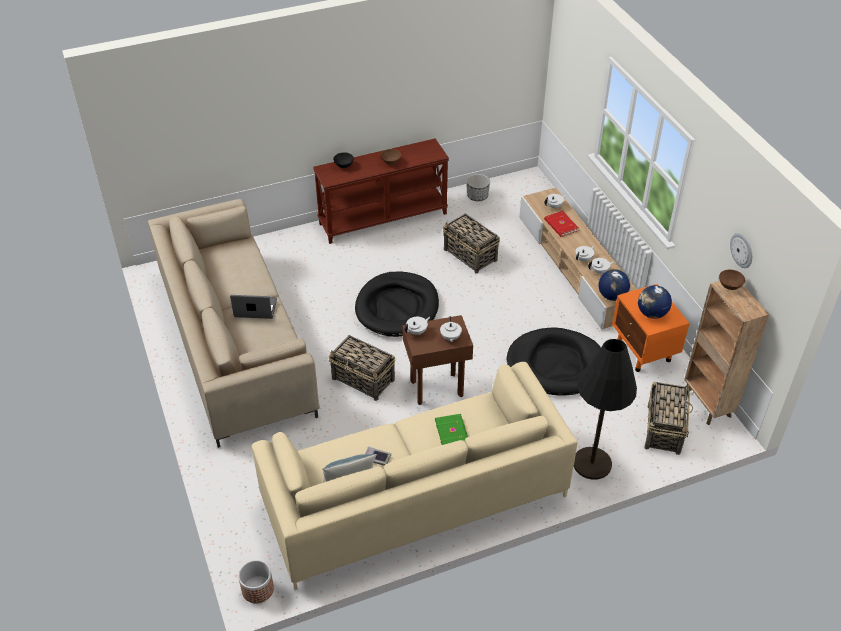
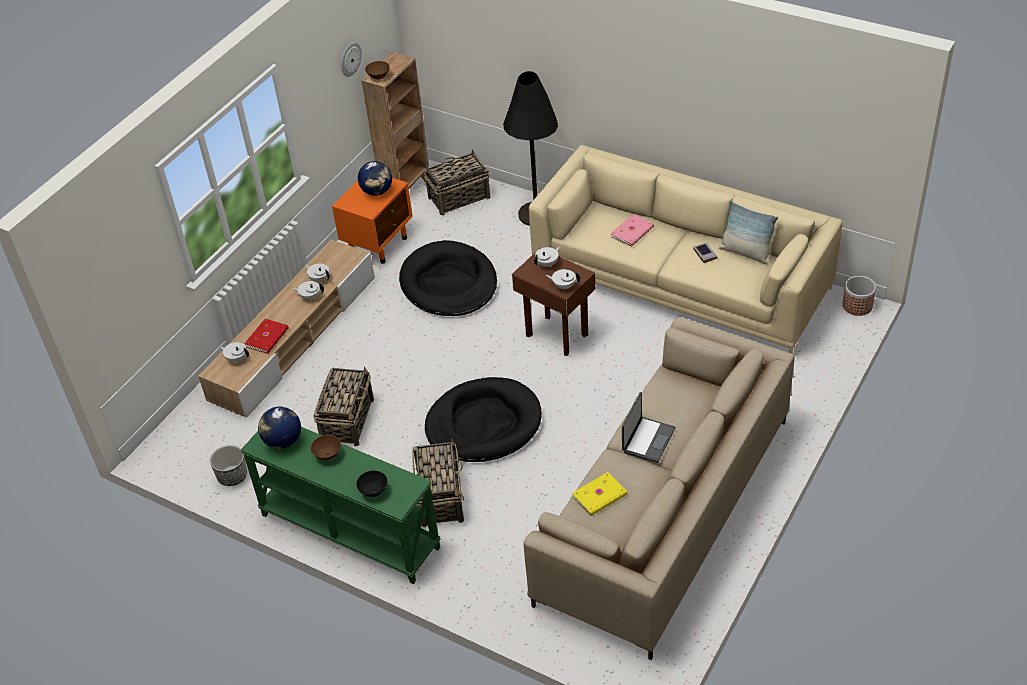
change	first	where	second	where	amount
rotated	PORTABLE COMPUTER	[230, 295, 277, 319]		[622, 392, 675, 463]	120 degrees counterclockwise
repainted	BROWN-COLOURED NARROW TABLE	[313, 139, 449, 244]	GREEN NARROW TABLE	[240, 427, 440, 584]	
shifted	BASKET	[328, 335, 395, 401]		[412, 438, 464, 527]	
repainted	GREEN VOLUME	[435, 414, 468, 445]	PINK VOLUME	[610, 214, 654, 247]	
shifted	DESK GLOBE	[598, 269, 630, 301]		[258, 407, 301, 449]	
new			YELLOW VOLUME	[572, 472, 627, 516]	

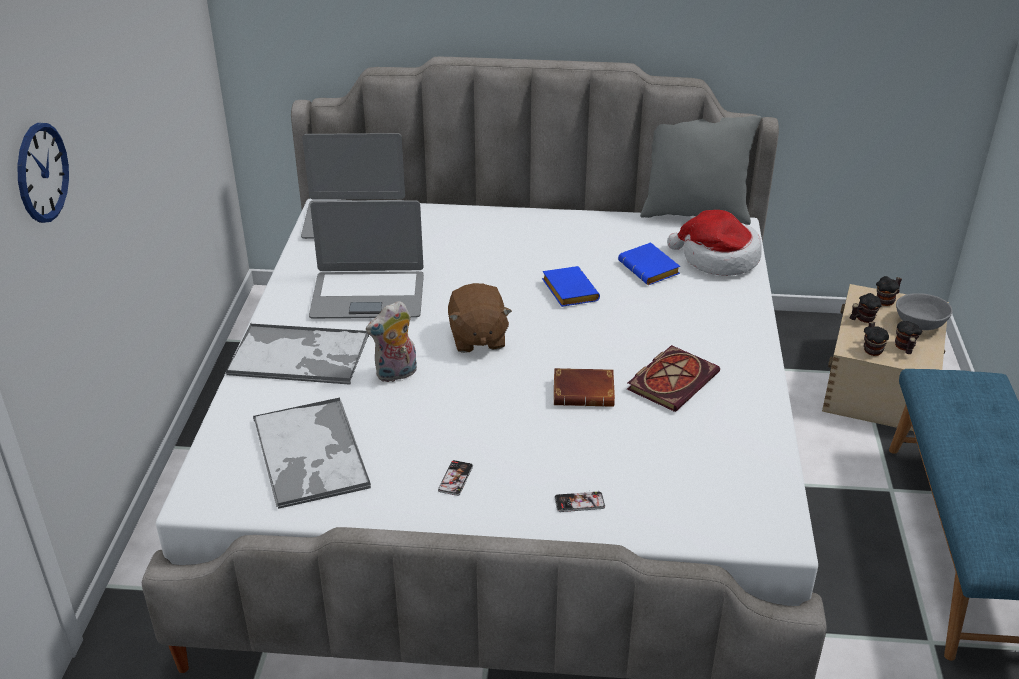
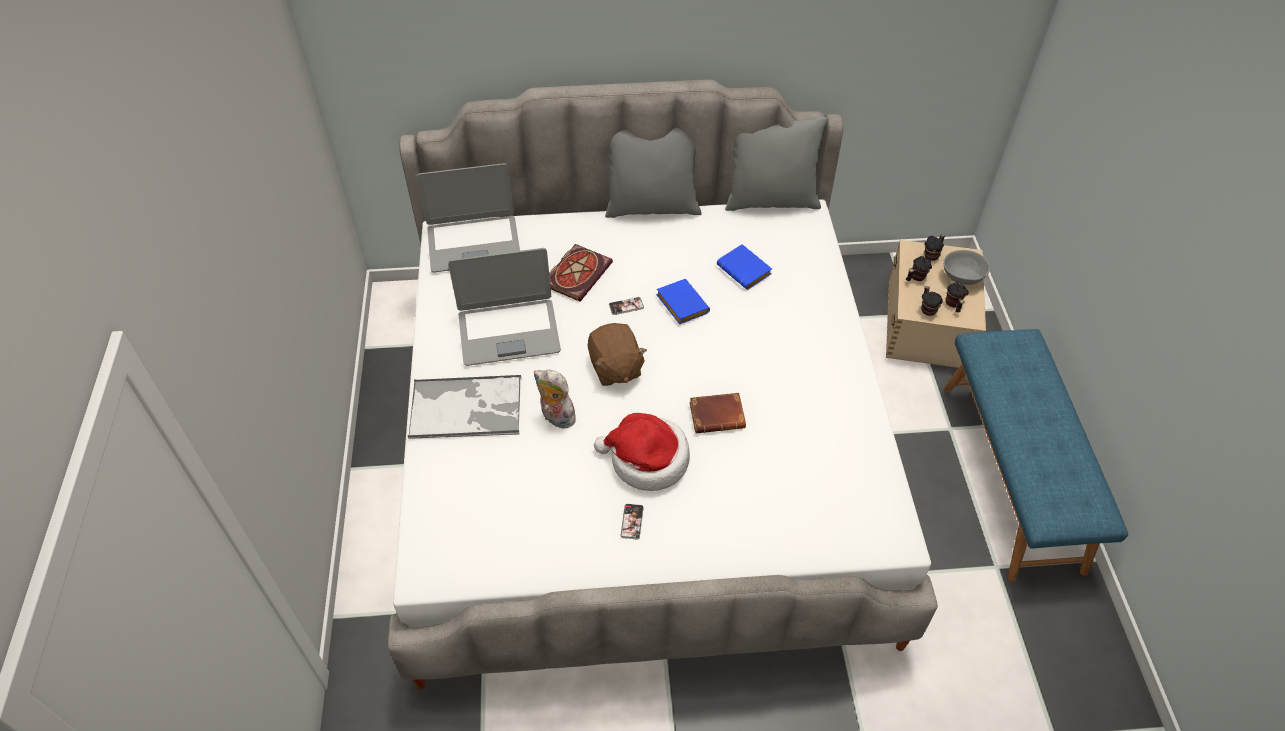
change	first	where	second	where	amount
gone	CLOCK ON THE WALL	[17, 123, 69, 223]			
gone	SERVING TRAY	[253, 397, 371, 509]			
rotated	SOFT TOY	[366, 301, 417, 382]		[534, 370, 576, 428]	75 degrees clockwise
shifted	HANDSET	[554, 491, 605, 512]		[609, 297, 644, 315]	
shifted	VOLUME	[627, 345, 720, 412]		[549, 244, 613, 302]	
shifted	CLOTHING HAT	[667, 210, 762, 276]		[594, 413, 690, 491]	
new			GRAY PILLOW	[605, 128, 702, 218]	

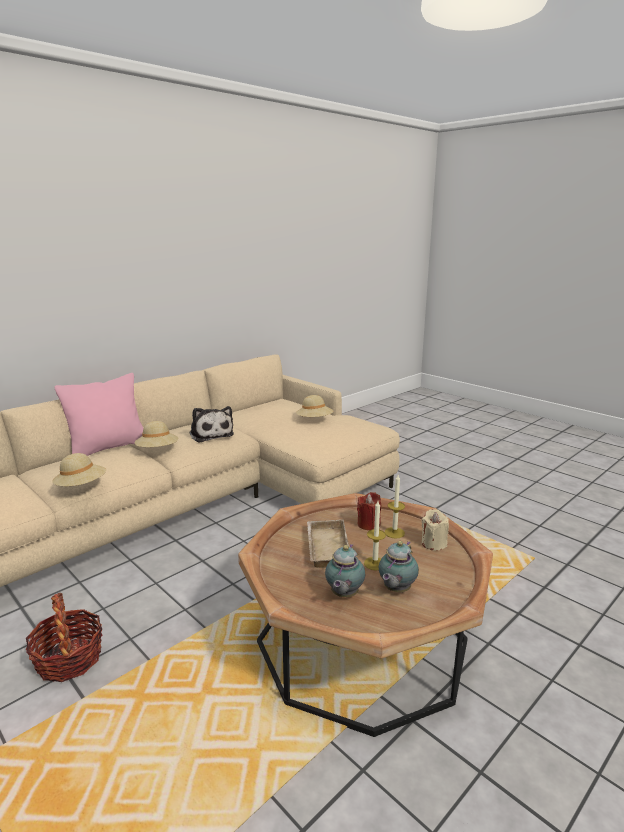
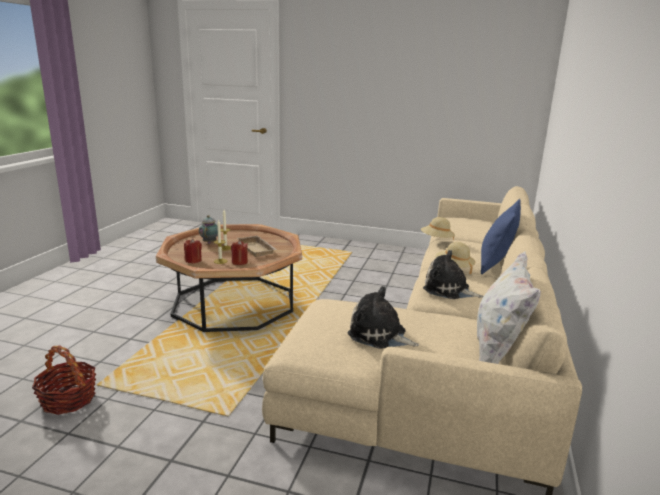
change	first	where	second	where	amount
shifted	BASKET	[26, 593, 102, 682]		[32, 346, 96, 415]	
repainted	PINK PILLOW	[54, 373, 143, 456]	BLUE-COLOURED PILLOW	[481, 199, 521, 275]	
swapped	BEIGE-COLOURED CLOTHING HAT	[296, 395, 334, 417]	SOFT TOY	[347, 286, 419, 349]	
gone	POT FOR TEA	[325, 544, 366, 597]			
repainted	BEIGE-COLOURED CANDLE	[422, 509, 449, 551]	REDDISH CANDLE	[184, 239, 202, 263]	
new			WHITISH PILLOW	[477, 251, 541, 364]	

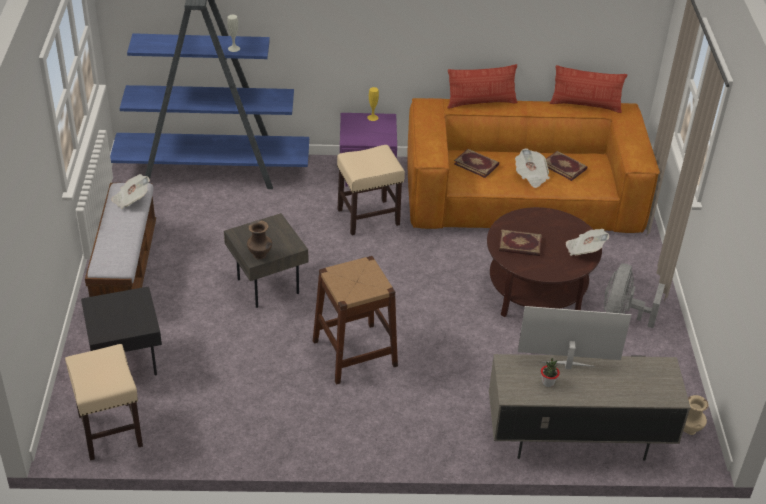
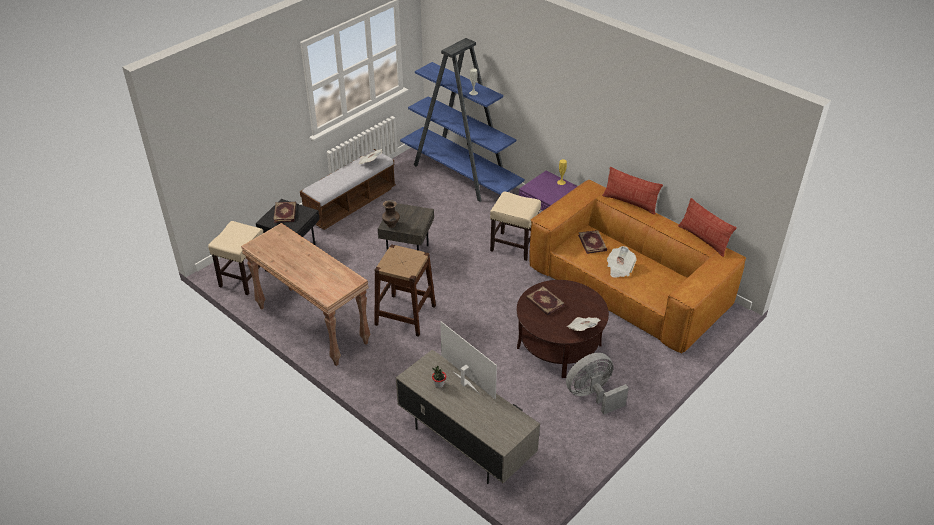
change	first	where	second	where	amount
shifted	VOLUME	[546, 151, 587, 181]		[273, 202, 296, 223]	
gone	BEIGE-COLOURED DECORATIVE VASE	[683, 395, 708, 435]			
new			BROWN-COLOURED NARROW TABLE	[241, 223, 371, 366]	

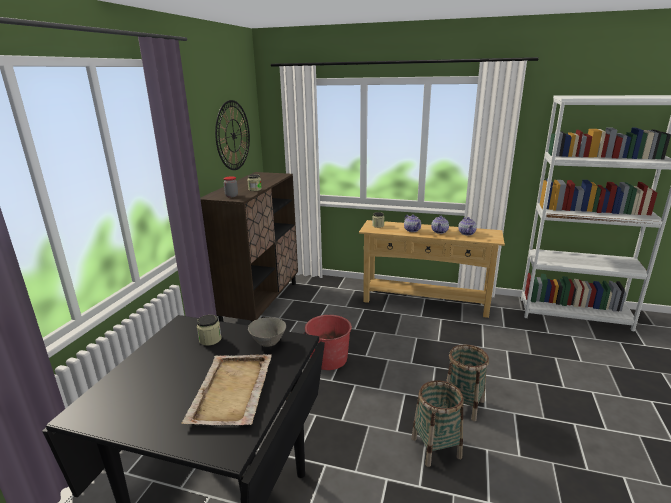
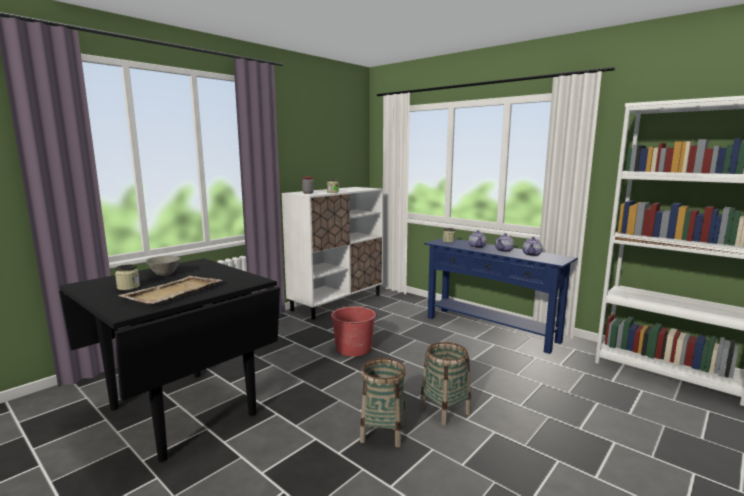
change	first	where	second	where	amount
shifted	PRESERVE JAR	[197, 315, 222, 346]		[115, 264, 140, 290]	
repainted	BROWN-COLOURED STORAGE CABINET	[200, 172, 298, 322]	WHITISH STORAGE CABINET	[282, 187, 383, 319]	
gone	CLOCK ON THE WALL	[215, 100, 250, 170]			
shifted	GRAY SERVING BOWL	[248, 317, 286, 347]		[146, 256, 180, 276]	
repainted	BEIGE-COLOURED NARROW TABLE	[359, 220, 505, 318]	BLUE-COLOURED NARROW TABLE	[424, 238, 578, 354]	

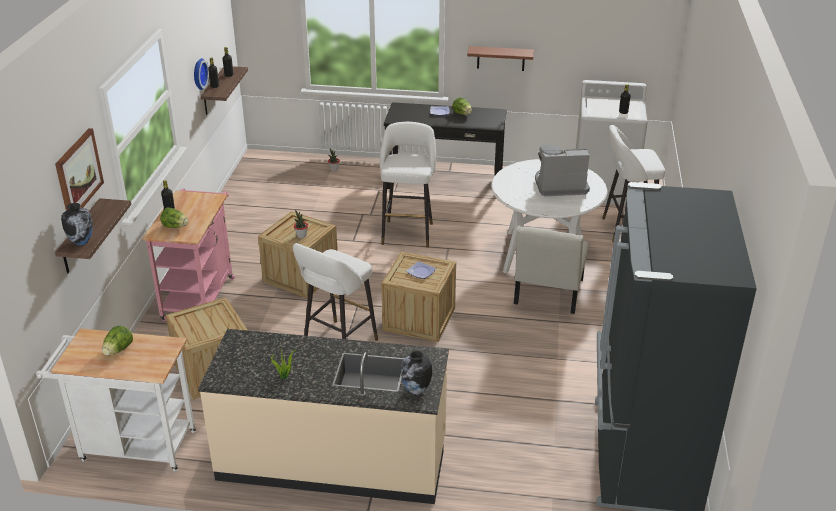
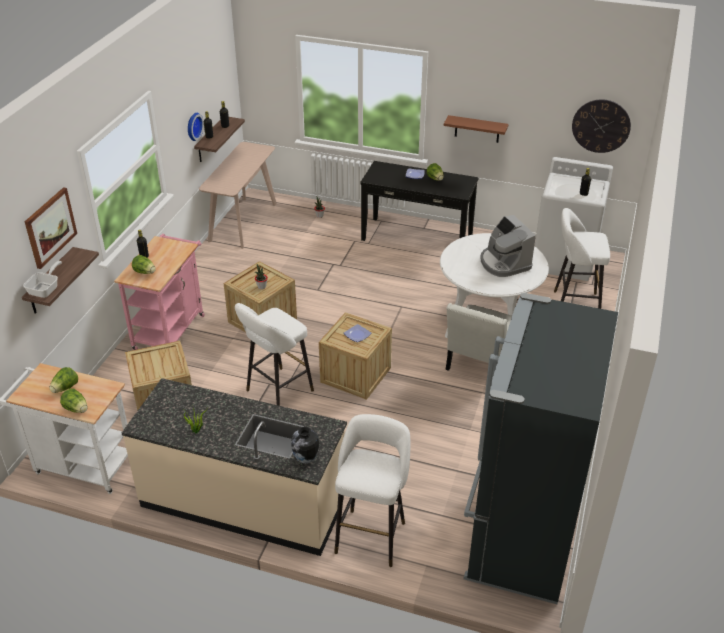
change	first	where	second	where	amount
swapped	DECORATIVE VASE	[61, 203, 93, 245]	SKILLET	[23, 261, 62, 298]	
shifted	WHITISH STOOL SEAT	[380, 122, 436, 248]		[334, 414, 411, 567]	
rotated	COFFEE MAKER	[535, 145, 590, 196]		[481, 215, 536, 277]	120 degrees counterclockwise
new			HEAD OF LETTUCE	[60, 388, 87, 413]	
new			BEIGE-COLOURED NARROW TABLE	[199, 142, 277, 249]	
new			CLOCK ON THE WALL	[572, 99, 631, 153]	

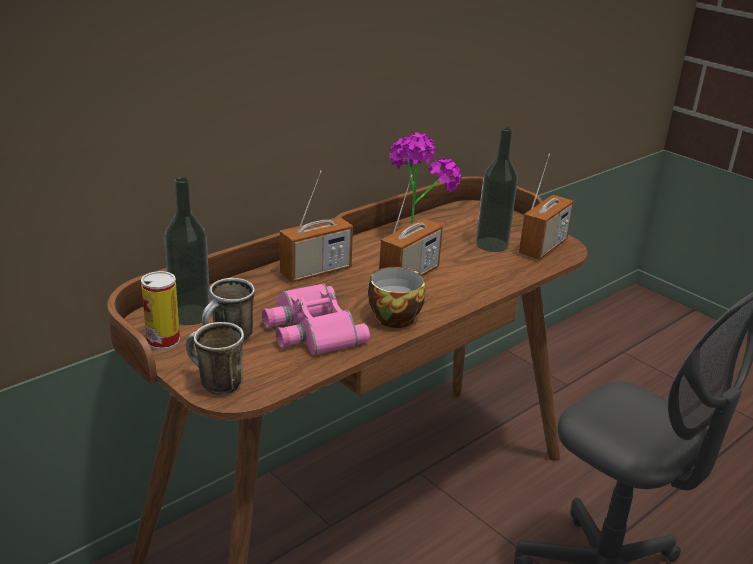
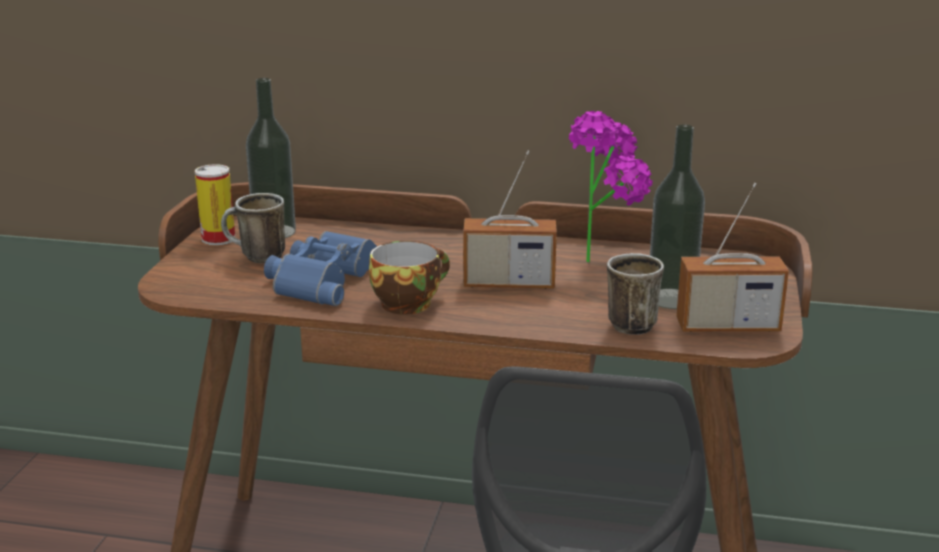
change	first	where	second	where	amount
shifted	COFFEE MUG	[186, 322, 244, 395]		[607, 253, 664, 335]	
repainted	PINK FIELD GLASSES	[262, 283, 370, 356]	BLUE-COLOURED FIELD GLASSES	[264, 231, 377, 306]	
gone	RADIO SET	[280, 170, 353, 283]			

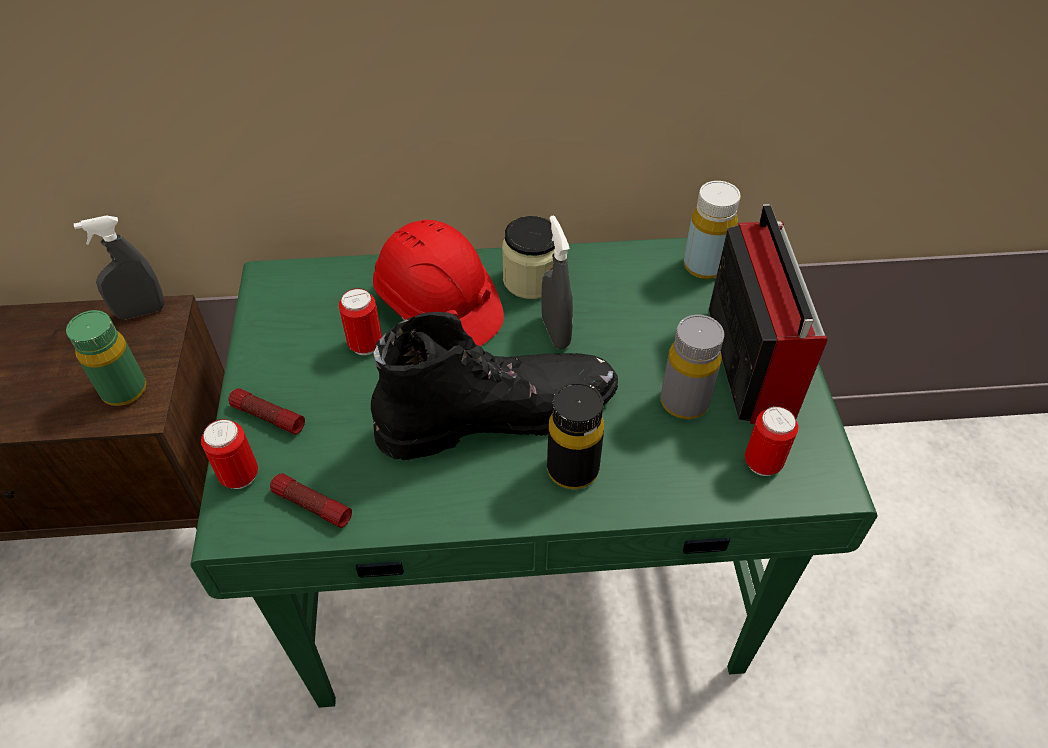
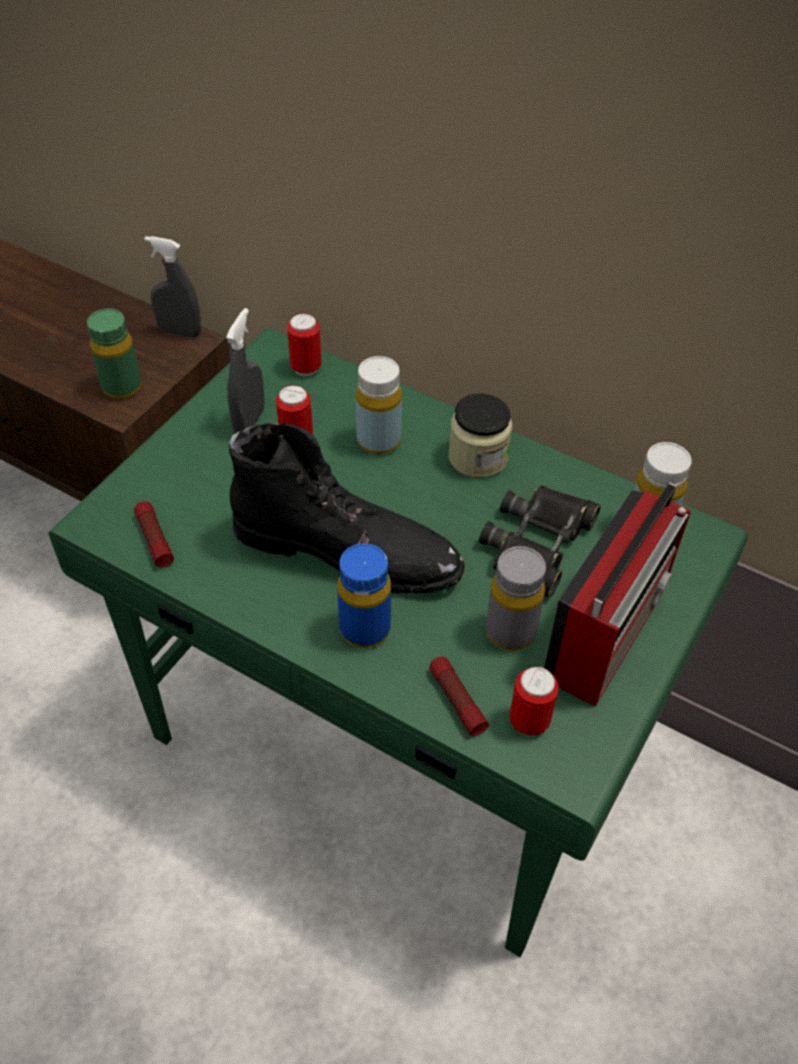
change	first	where	second	where	amount
shifted	METAL CAN	[201, 419, 258, 489]		[287, 313, 322, 376]	
shifted	TORCH	[228, 388, 305, 435]		[429, 656, 489, 736]	
swapped	REDDISH HARD HAT	[373, 220, 504, 346]	YELLOW DRINK BOTTLE	[356, 356, 402, 455]	
shifted	GRAY HAND SPRAYER	[541, 215, 573, 349]		[226, 308, 265, 433]	
repainted	BLACK DRINK BOTTLE	[547, 382, 604, 489]	BLUE-COLOURED DRINK BOTTLE	[337, 543, 391, 648]	
new			BLACK FIELD GLASSES	[479, 486, 601, 598]	

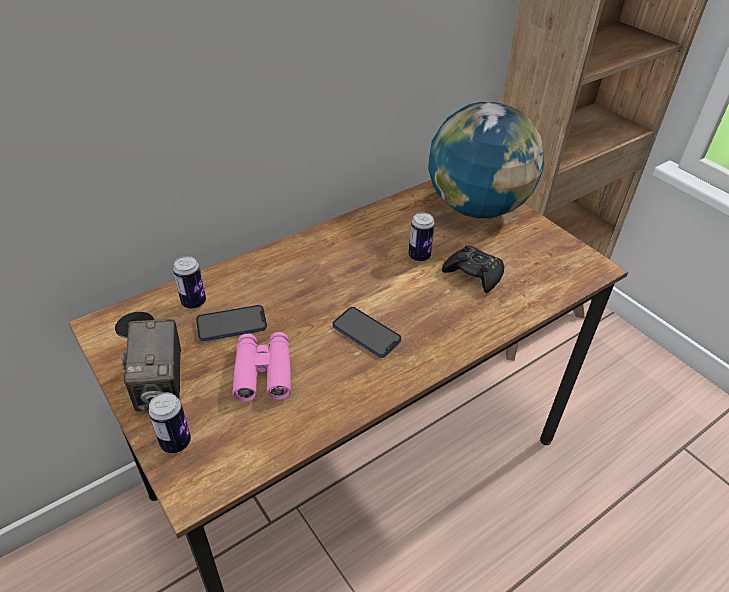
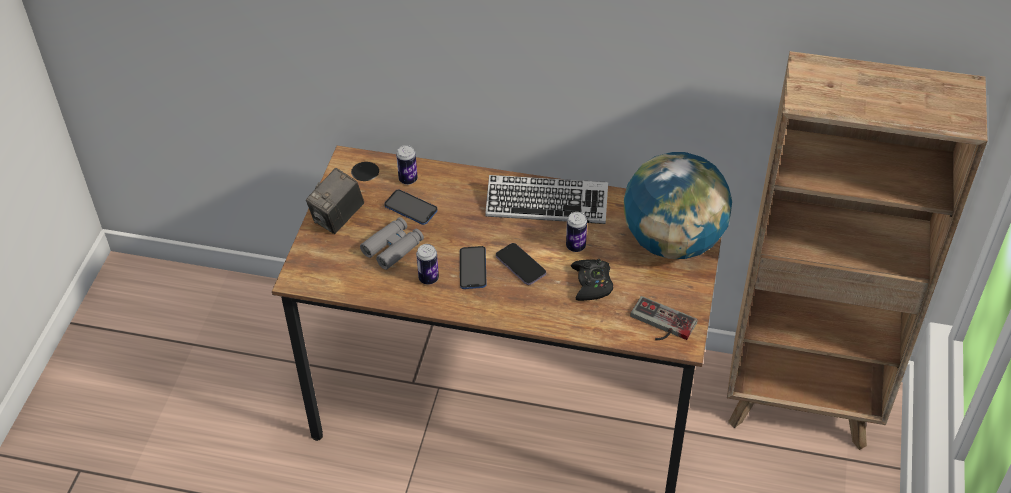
change	first	where	second	where	amount
shifted	METAL CAN	[148, 393, 191, 453]		[416, 244, 439, 285]	
repainted	PINK FIELD GLASSES	[232, 332, 291, 402]	GRAY FIELD GLASSES	[360, 217, 424, 270]	
new			KEYBOARD	[485, 175, 608, 224]	
new			HANDSET	[496, 243, 546, 285]	
new			JOYPAD	[630, 296, 697, 340]	

